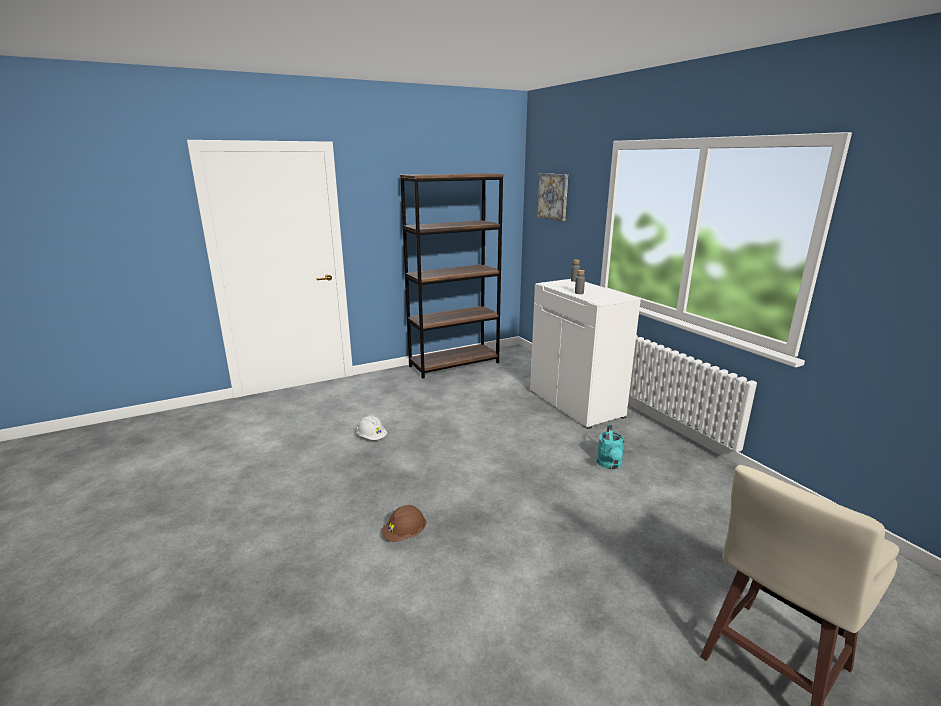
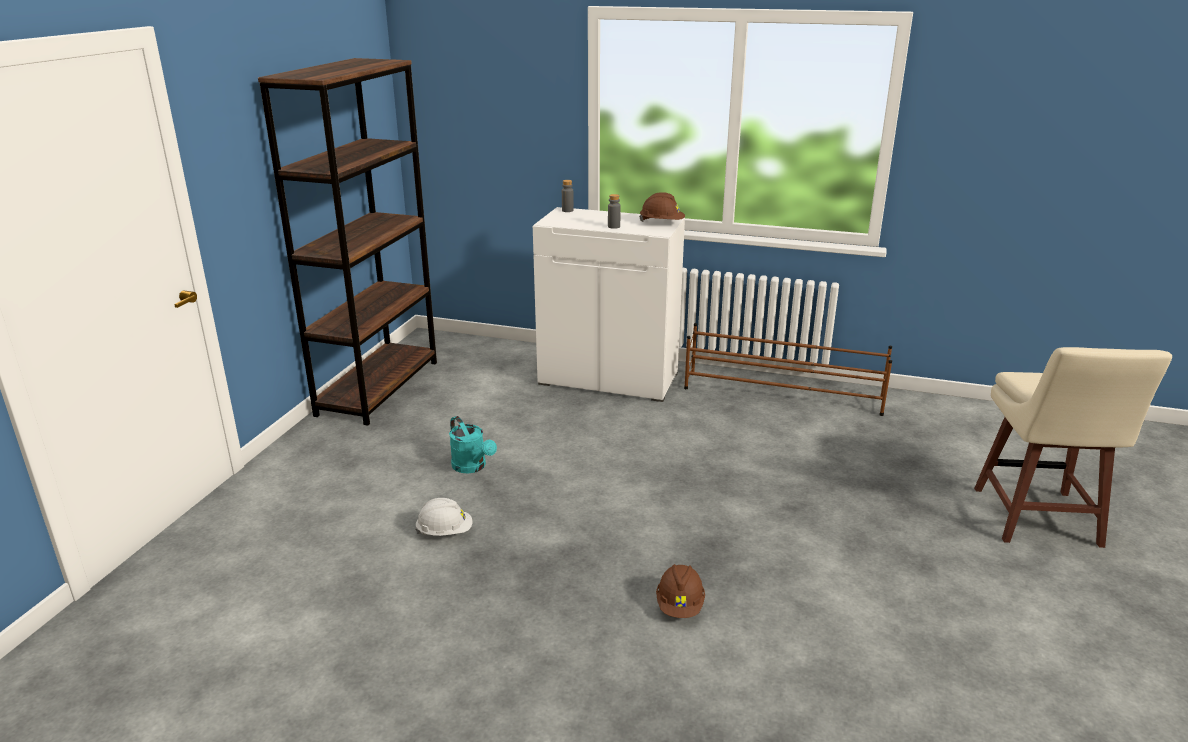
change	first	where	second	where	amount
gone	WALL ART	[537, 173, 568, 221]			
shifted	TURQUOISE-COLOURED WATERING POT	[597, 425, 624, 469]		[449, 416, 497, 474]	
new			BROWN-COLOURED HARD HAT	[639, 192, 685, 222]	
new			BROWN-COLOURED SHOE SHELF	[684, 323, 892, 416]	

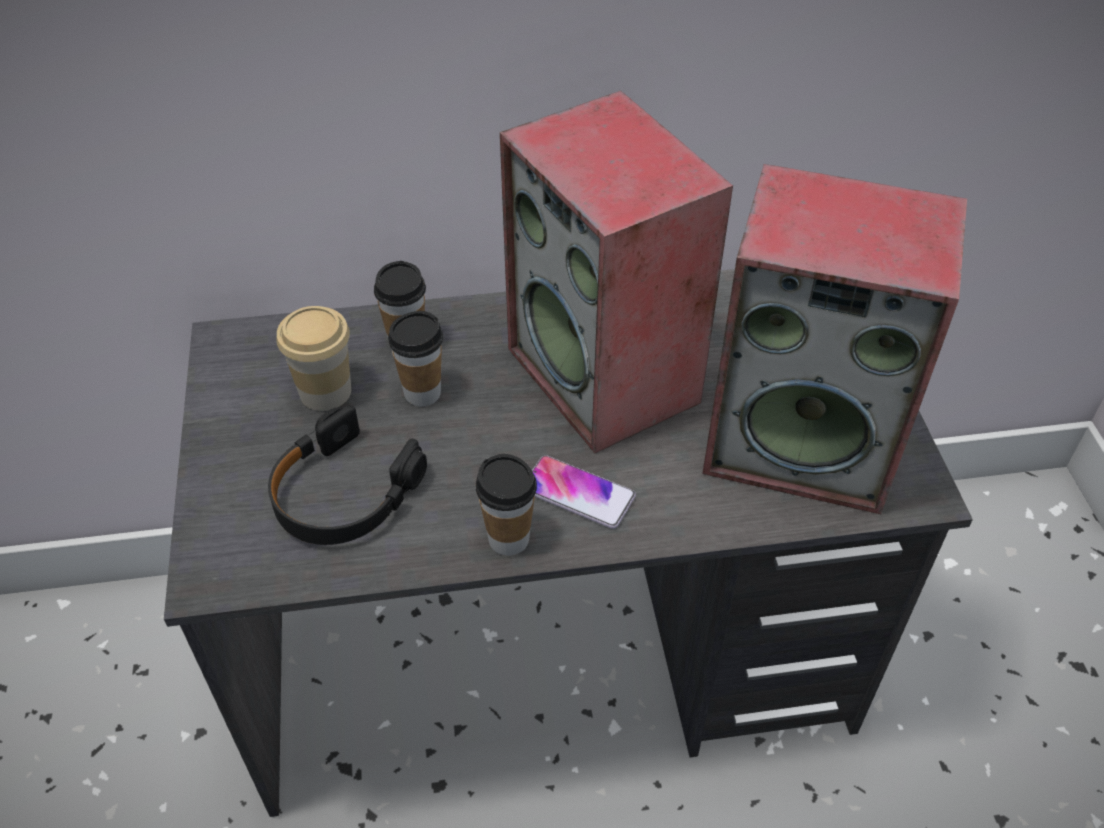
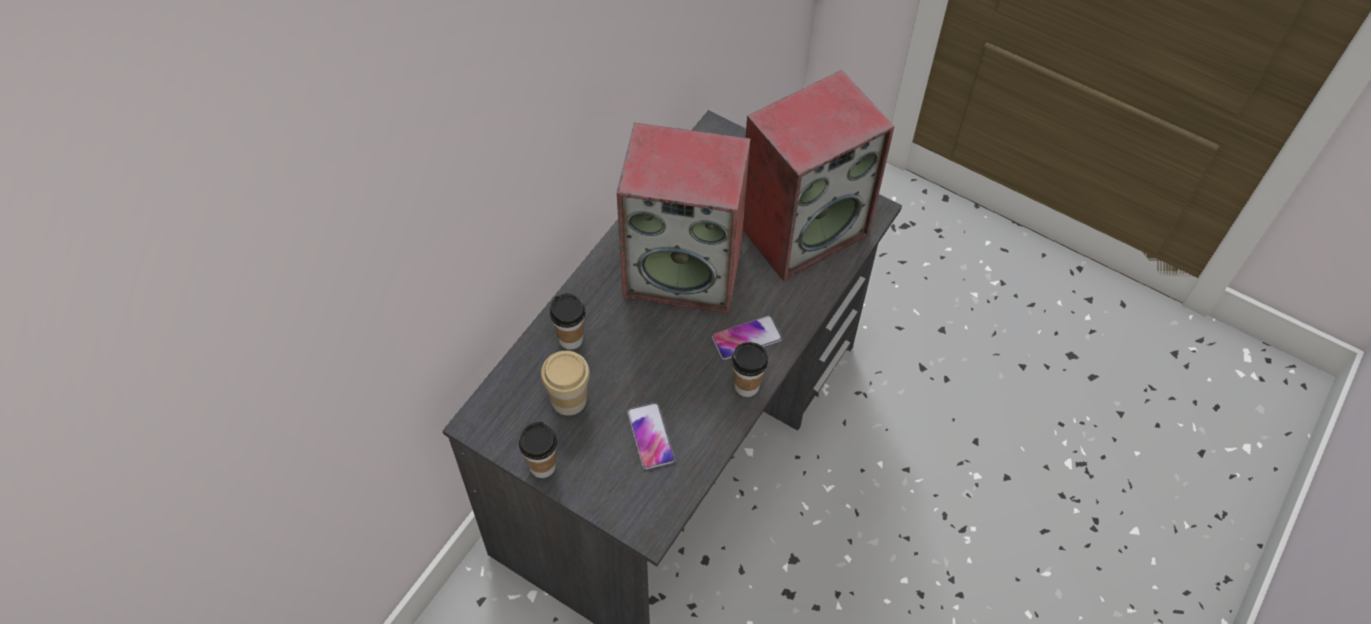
change	first	where	second	where	amount
swapped	BLACK PAIR OF HEADPHONES	[268, 405, 427, 545]	HANDSET	[627, 403, 675, 469]	
shifted	CUP	[388, 311, 443, 407]		[519, 422, 557, 478]	

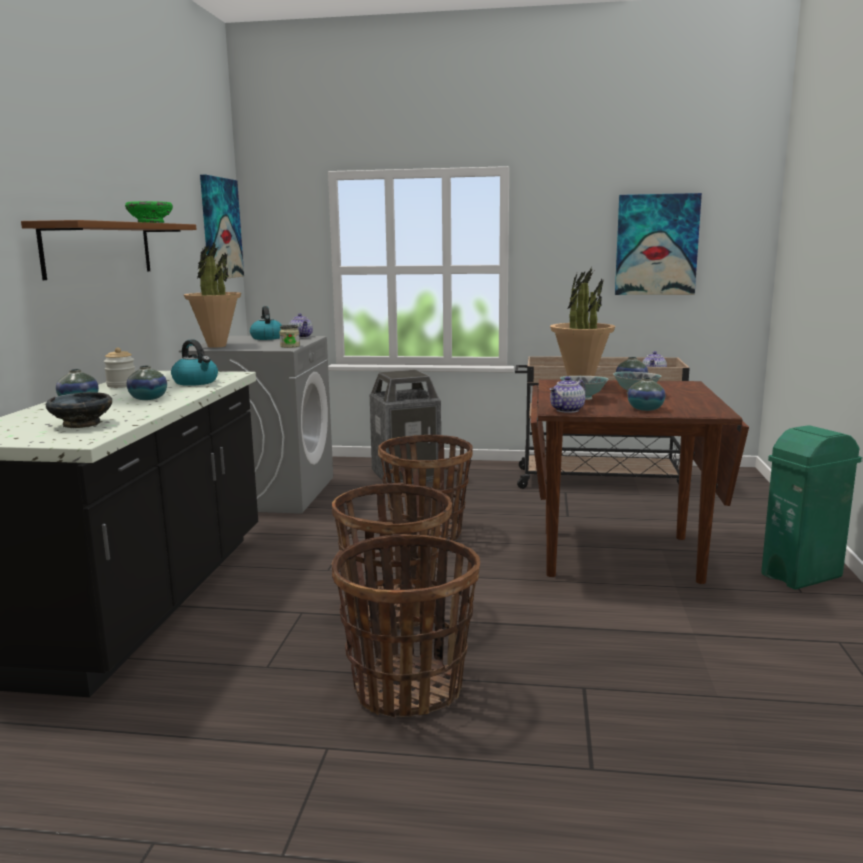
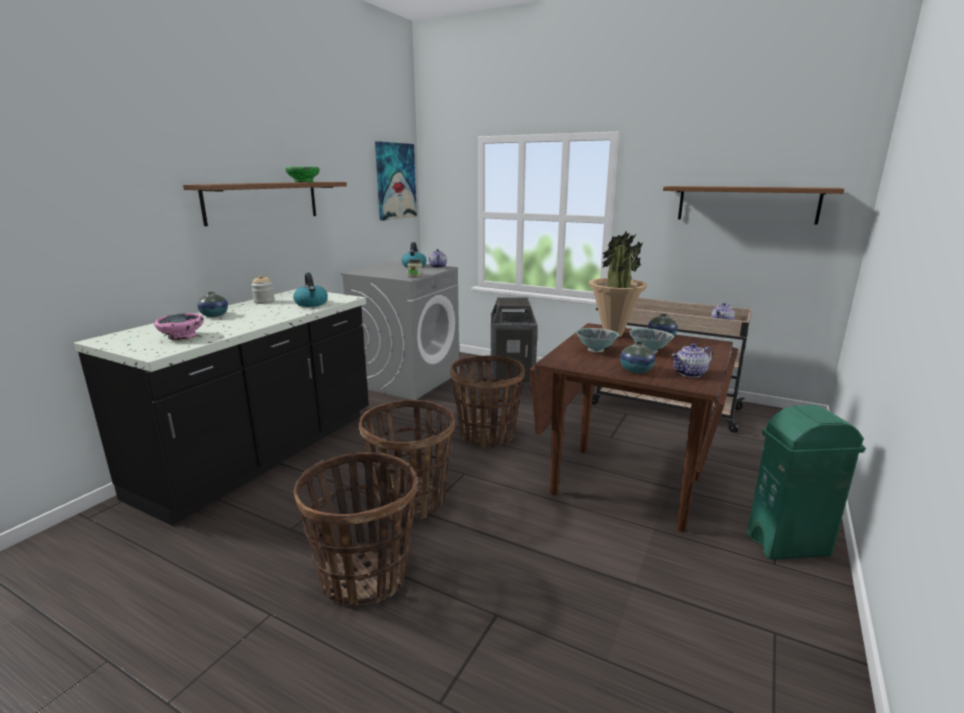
change	first	where	second	where	amount
repainted	BLACK SERVING BOWL	[46, 392, 112, 428]	PINK SERVING BOWL	[154, 313, 204, 340]	
gone	DECORATIVE VASE	[126, 366, 167, 400]			
gone	HOUSEPLANT	[184, 243, 241, 348]			
shifted	POT FOR TEA	[549, 376, 586, 413]		[672, 343, 713, 378]	
swapped	WALL ART	[615, 193, 702, 295]	BROWN-COLOURED SHELF	[663, 186, 844, 225]	

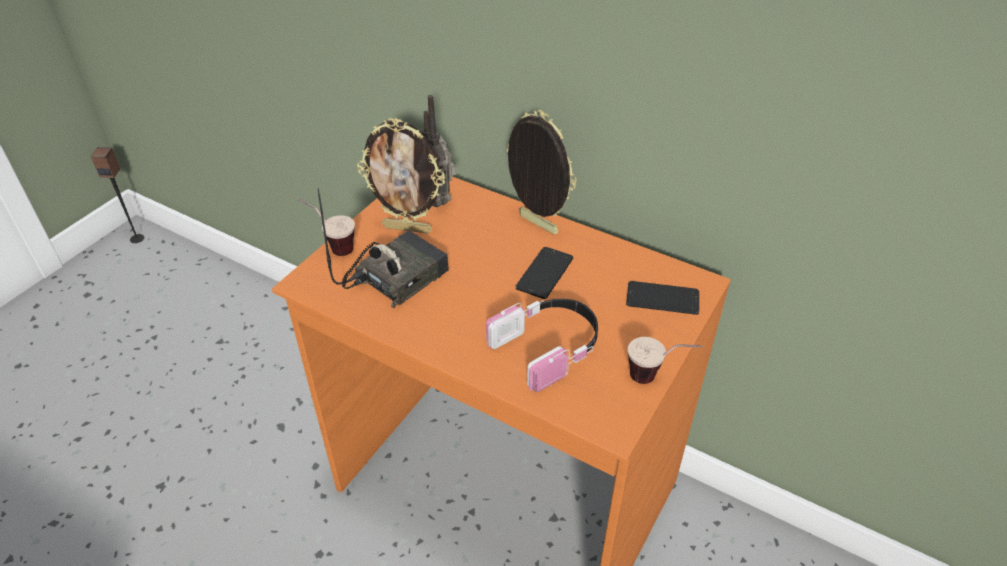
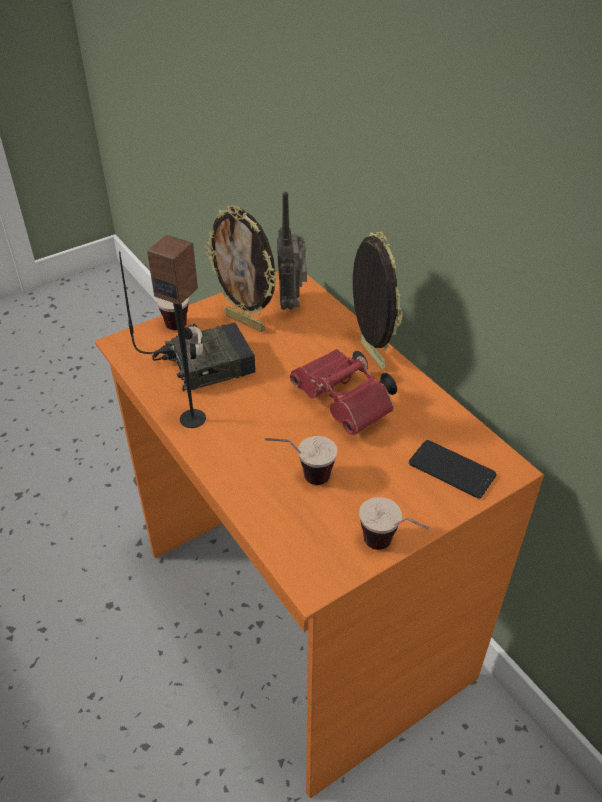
change	first	where	second	where	amount
shifted	SPEAKER	[91, 147, 144, 243]		[147, 235, 206, 428]	
swapped	PAIR OF HEADPHONES	[486, 299, 598, 392]	CUP	[265, 436, 337, 485]	
swapped	HANDSET	[515, 247, 573, 299]	REDDISH FIELD GLASSES	[290, 349, 397, 435]	

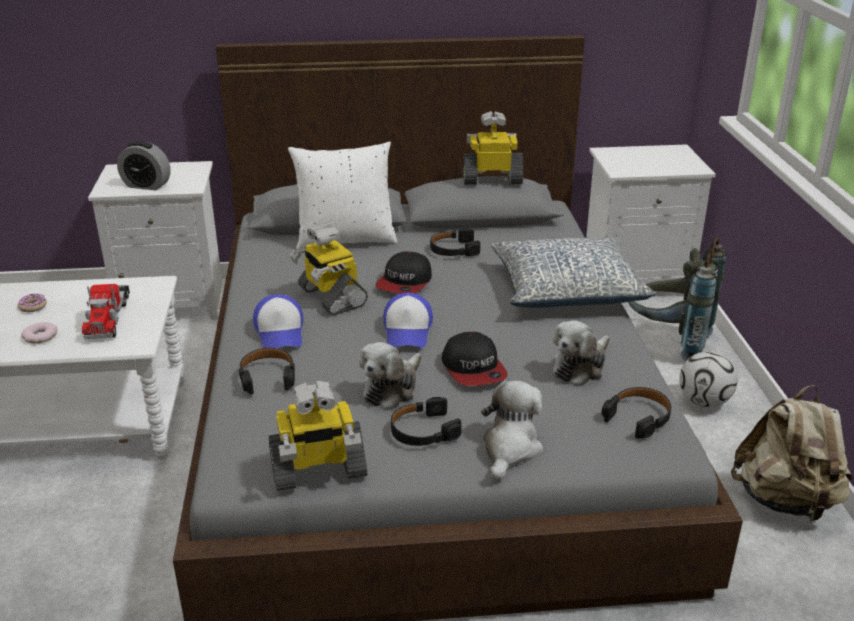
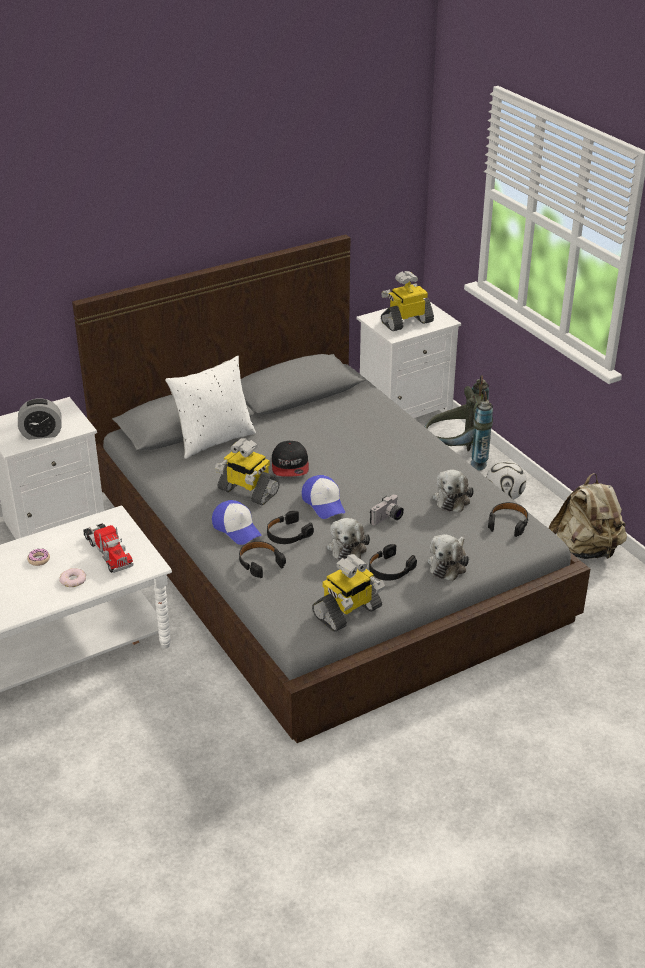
change	first	where	second	where	amount
shifted	BLACK PAIR OF HEADPHONES	[430, 228, 480, 256]		[267, 511, 314, 544]	
swapped	PEAKED CAP	[441, 332, 508, 386]	PHOTO CAMERA	[370, 494, 404, 525]	
shifted	ROBOT FIGURE	[463, 111, 523, 185]		[381, 271, 434, 331]	
rotated	SOFT TOY	[481, 380, 543, 480]		[428, 534, 469, 581]	150 degrees counterclockwise
gone	PILLOW	[491, 238, 656, 308]			

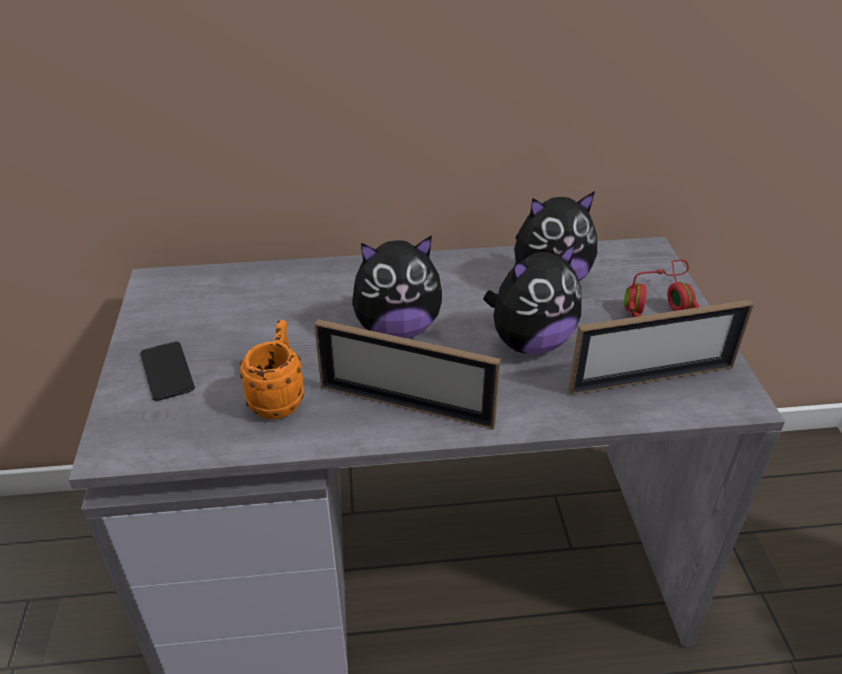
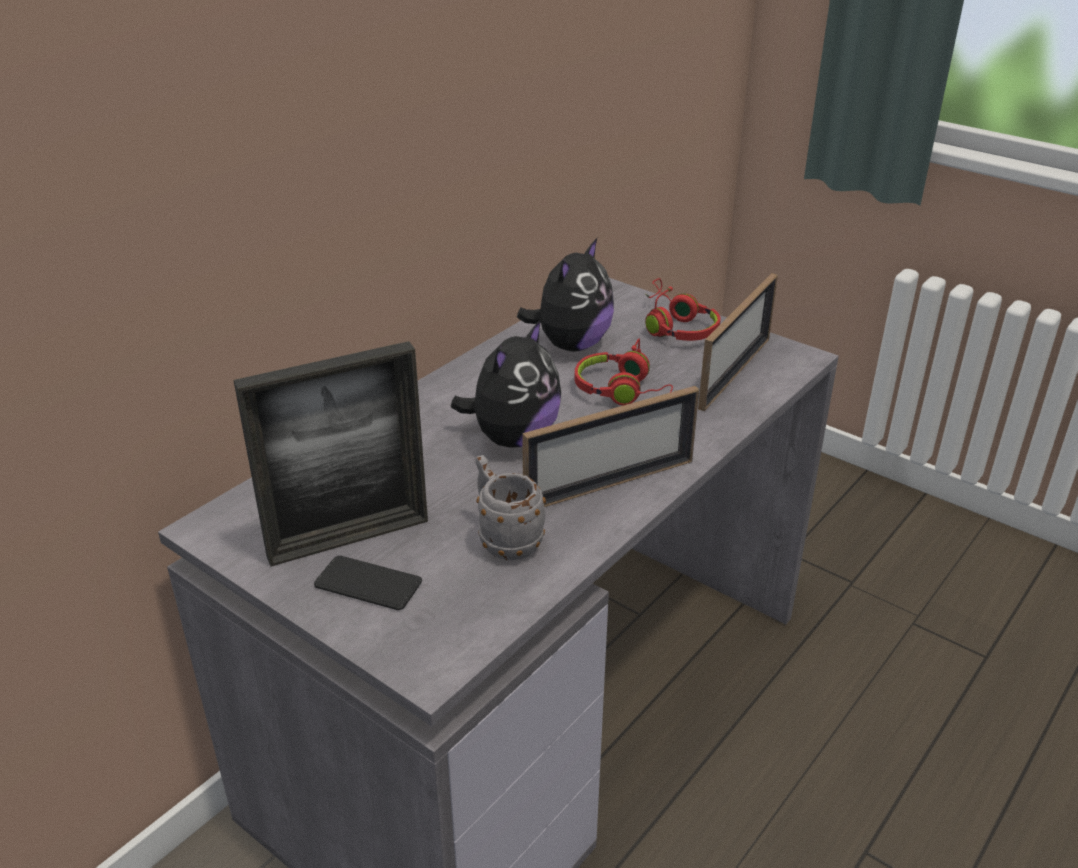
change	first	where	second	where	amount
repainted	ORANGE-COLOURED COFFEE MUG	[240, 320, 304, 419]	GRAY COFFEE MUG	[475, 455, 546, 560]	
swapped	SOFT TOY	[483, 242, 582, 354]	REDDISH PAIR OF HEADPHONES	[574, 339, 673, 405]	
new			PICTURE FRAME	[234, 341, 428, 566]	

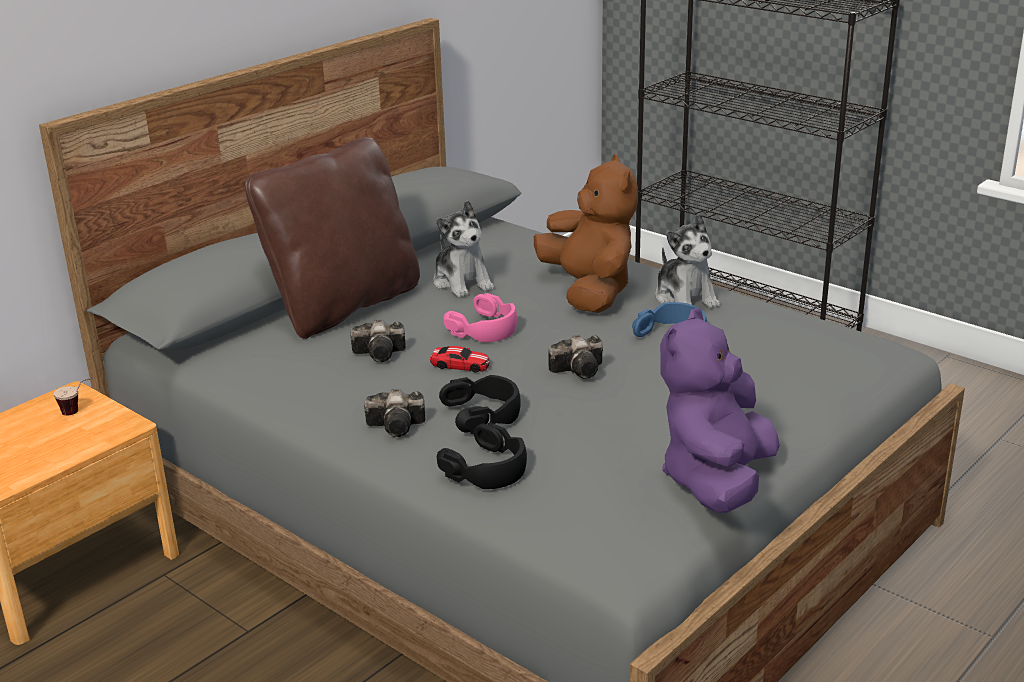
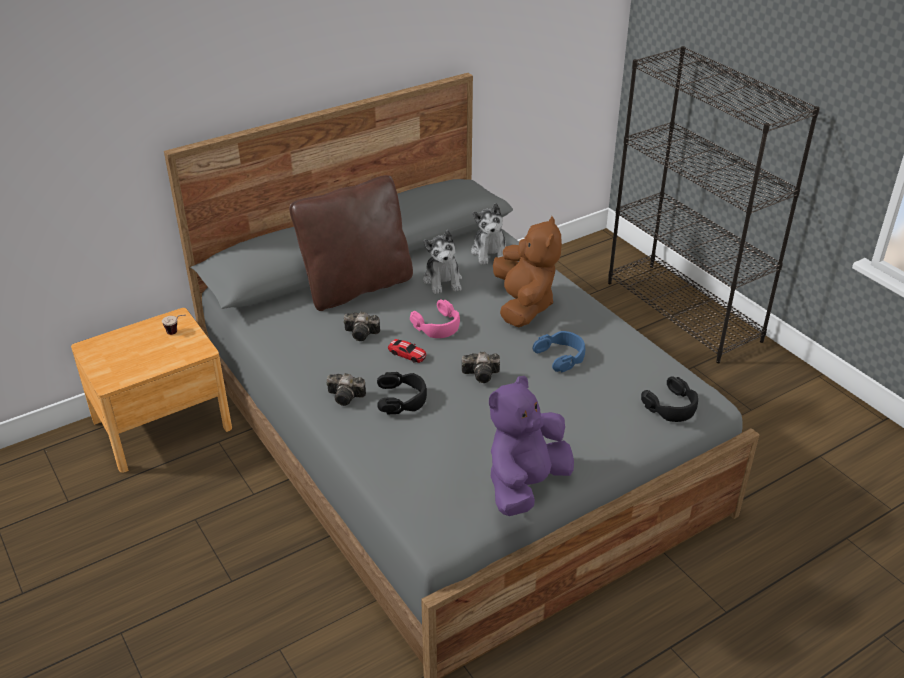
change	first	where	second	where	amount
shifted	BLACK PAIR OF HEADPHONES	[437, 423, 527, 489]		[641, 376, 698, 422]	
shifted	SOFT TOY	[655, 214, 720, 308]		[471, 203, 506, 265]	

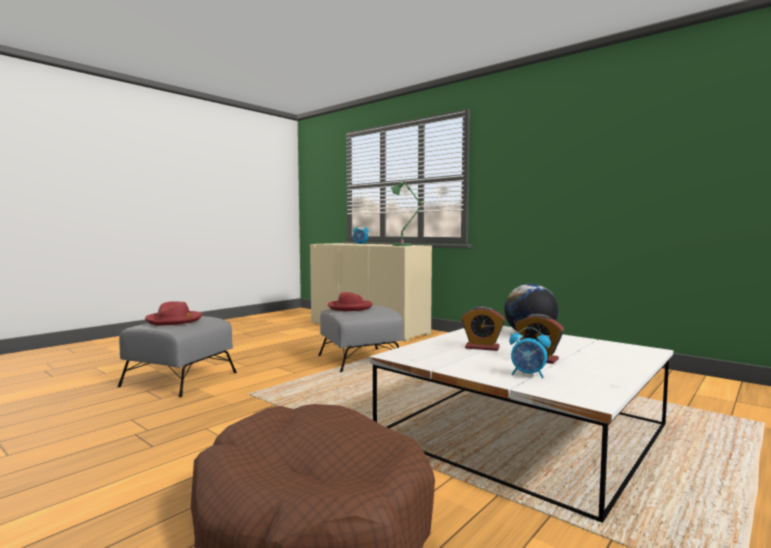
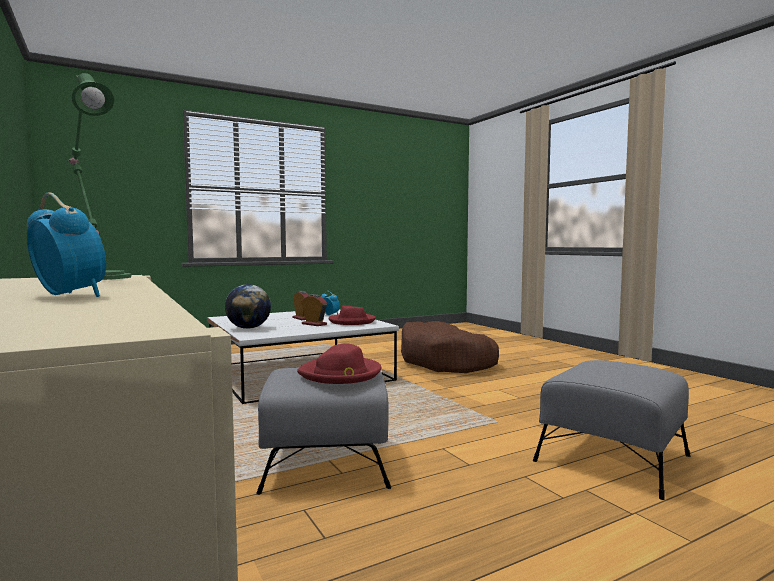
change	first	where	second	where	amount
shifted	REDDISH CLOTHING HAT	[145, 301, 202, 326]		[329, 306, 376, 325]	

